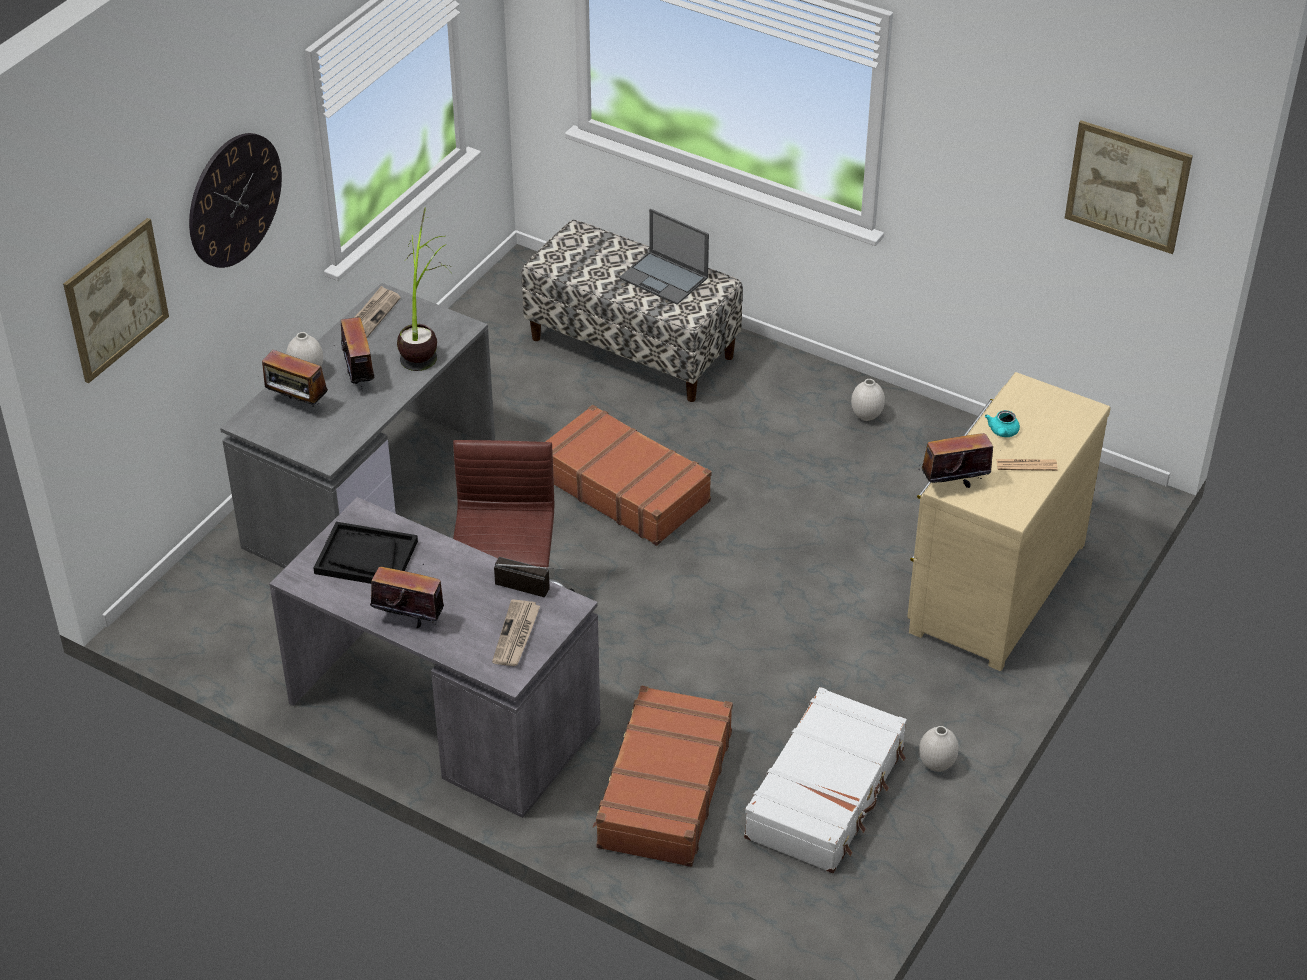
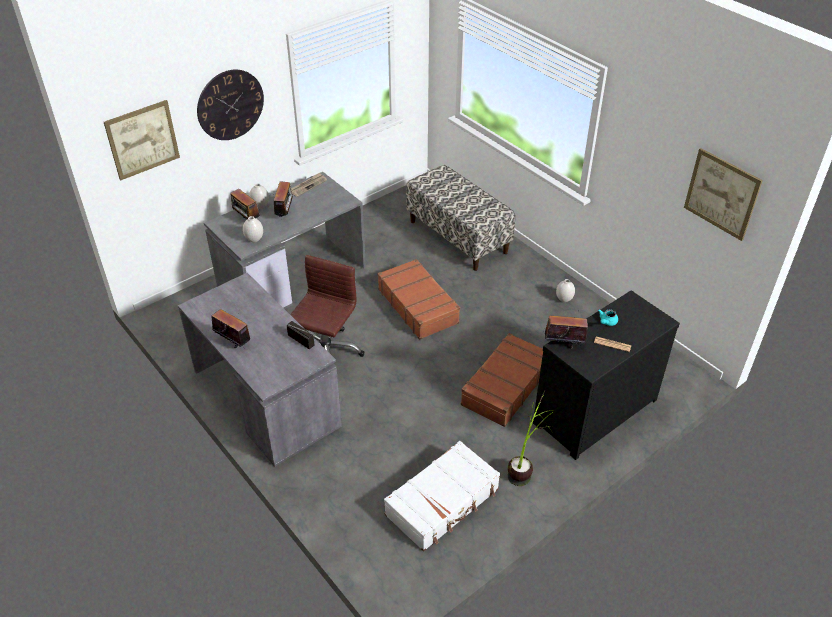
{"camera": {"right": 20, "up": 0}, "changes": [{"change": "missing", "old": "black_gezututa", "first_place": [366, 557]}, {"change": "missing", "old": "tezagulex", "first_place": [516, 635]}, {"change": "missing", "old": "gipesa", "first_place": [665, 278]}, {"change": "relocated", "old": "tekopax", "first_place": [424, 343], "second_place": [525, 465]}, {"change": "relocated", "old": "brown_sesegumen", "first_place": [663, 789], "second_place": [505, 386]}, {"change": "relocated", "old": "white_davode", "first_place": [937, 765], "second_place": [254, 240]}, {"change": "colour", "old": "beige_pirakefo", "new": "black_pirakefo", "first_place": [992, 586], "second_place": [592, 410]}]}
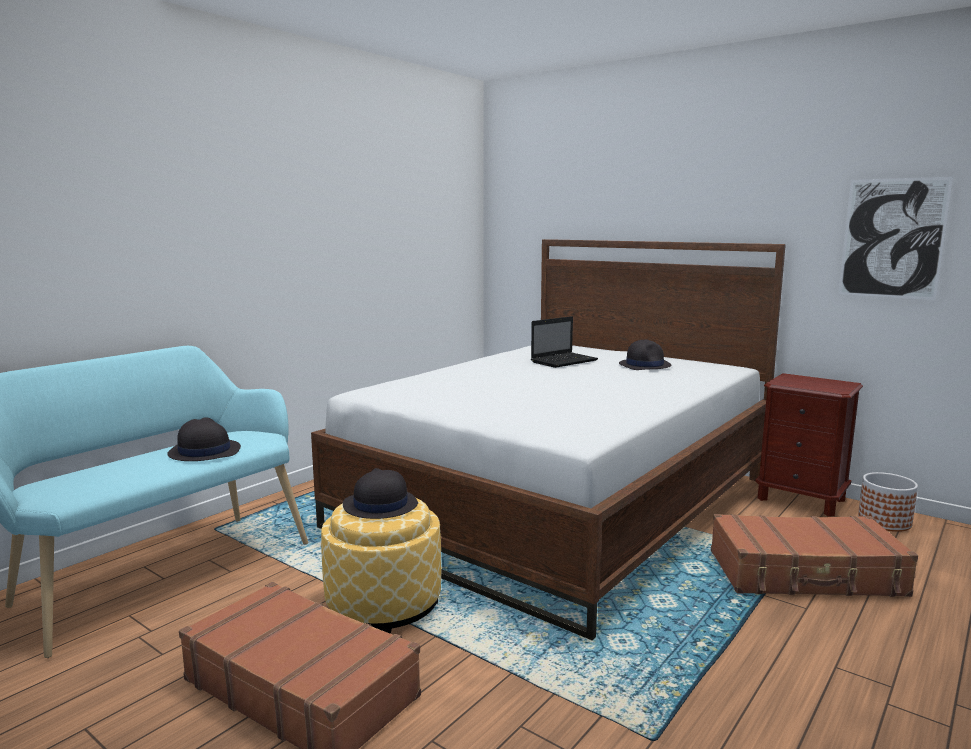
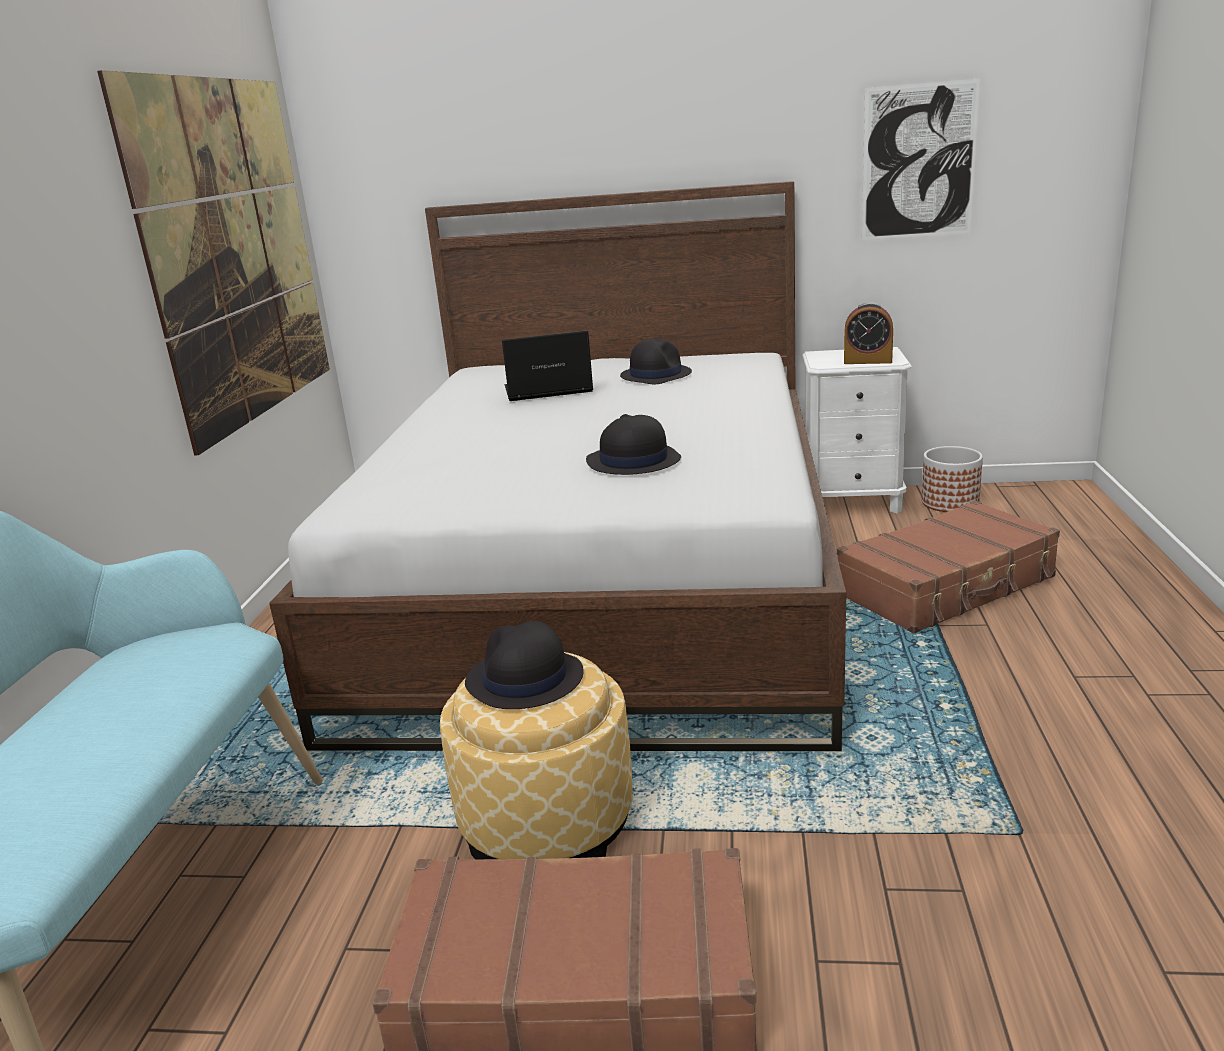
{"camera": {"right": -30, "up": 10}, "changes": [{"change": "appeared", "new": "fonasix", "second_place": [236, 252]}, {"change": "appeared", "new": "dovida", "second_place": [867, 361]}, {"change": "relocated", "old": "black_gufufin", "first_place": [204, 451], "second_place": [633, 461]}, {"change": "colour", "old": "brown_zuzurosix", "new": "white_zuzurosix", "first_place": [801, 499], "second_place": [853, 502]}, {"change": "spun", "old": "gipesa", "first_place": [564, 361], "second_place": [546, 391], "degrees": -120}]}
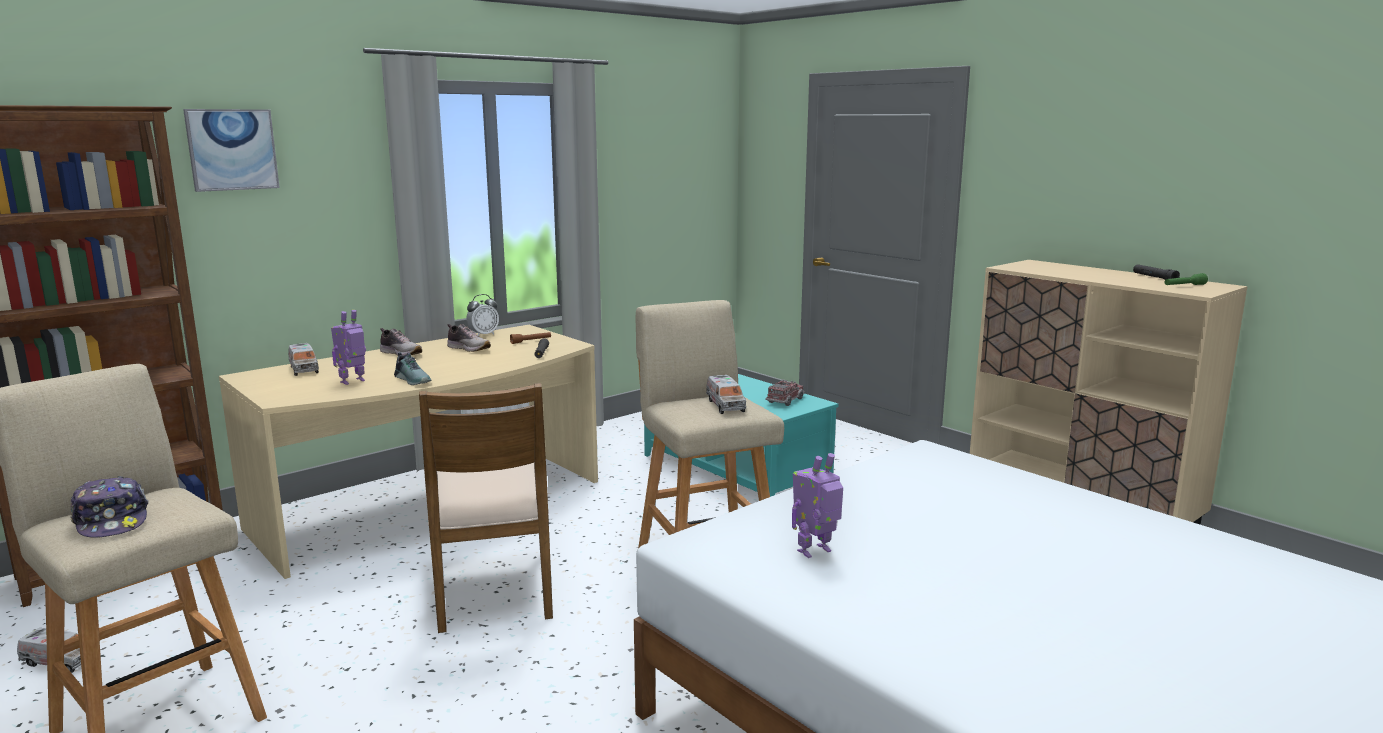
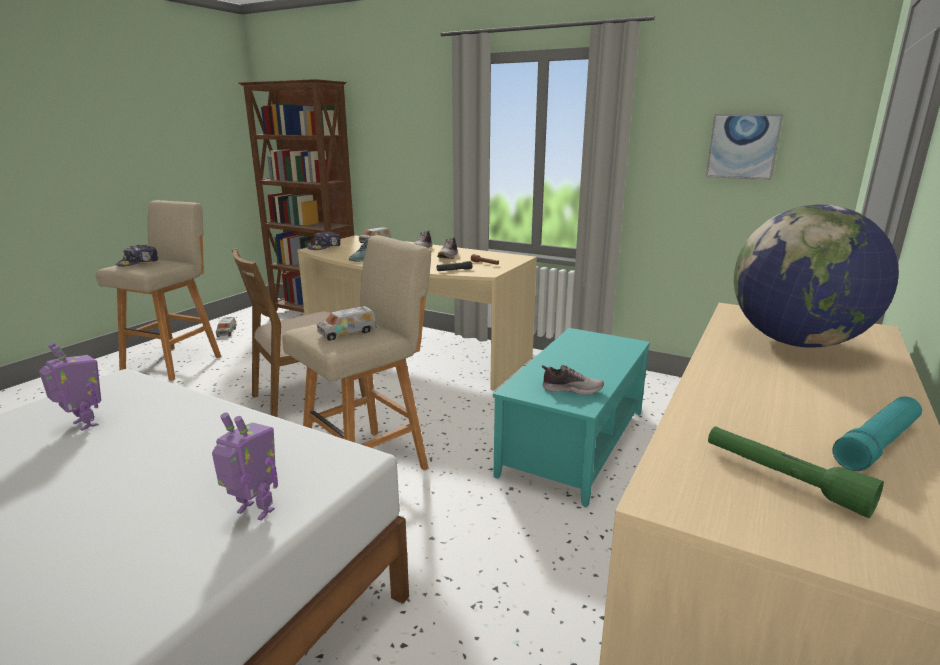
{"camera": {"right": 70, "up": 5}, "changes": [{"change": "missing", "old": "dovida", "first_place": [483, 335]}, {"change": "appeared", "new": "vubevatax", "second_place": [325, 247]}, {"change": "appeared", "new": "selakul", "second_place": [797, 342]}, {"change": "relocated", "old": "fonasix", "first_place": [232, 149], "second_place": [743, 146]}, {"change": "relocated", "old": "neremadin", "first_place": [353, 381], "second_place": [254, 512]}, {"change": "exchanged", "old": "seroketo", "new": "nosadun", "first_place": [785, 400], "second_place": [571, 389]}, {"change": "colour", "old": "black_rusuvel", "new": "turquoise_rusuvel", "first_place": [1154, 277], "second_place": [877, 443]}]}
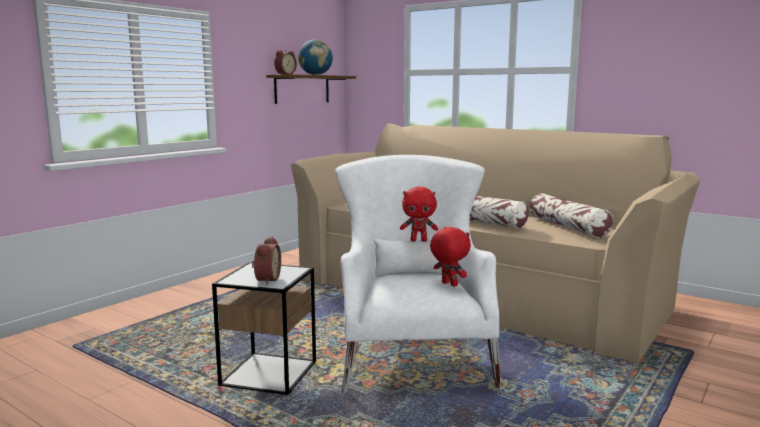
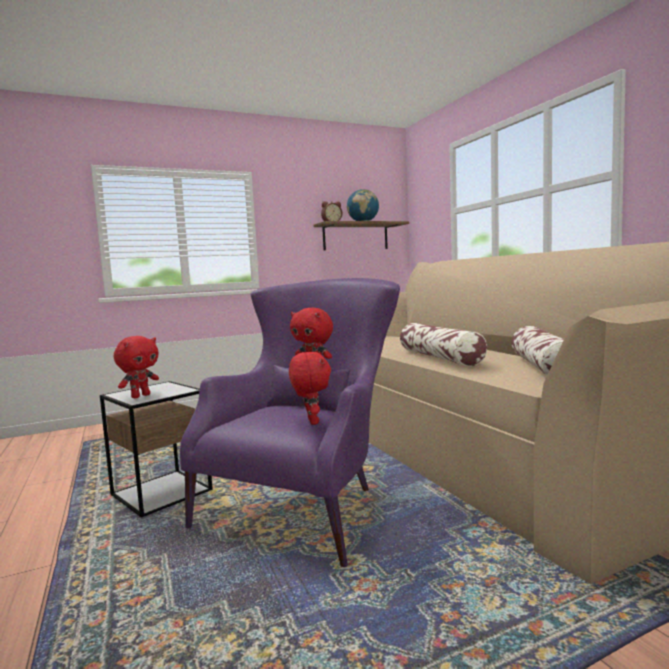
{"camera": {"right": 30, "up": -5}, "changes": [{"change": "exchanged", "old": "dovida", "new": "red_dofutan", "first_place": [266, 280], "second_place": [140, 396]}, {"change": "colour", "old": "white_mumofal", "new": "purple_mumofal", "first_place": [412, 353], "second_place": [309, 500]}]}
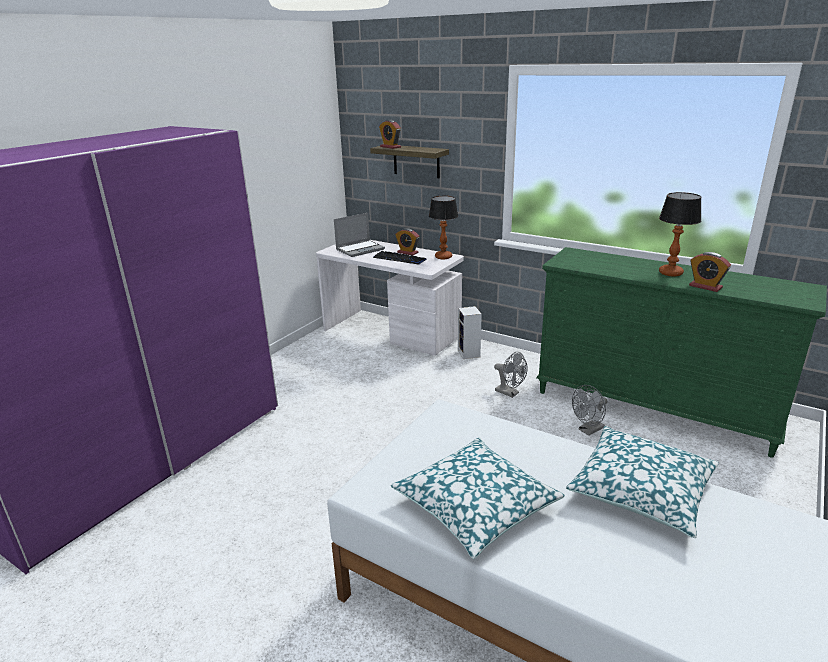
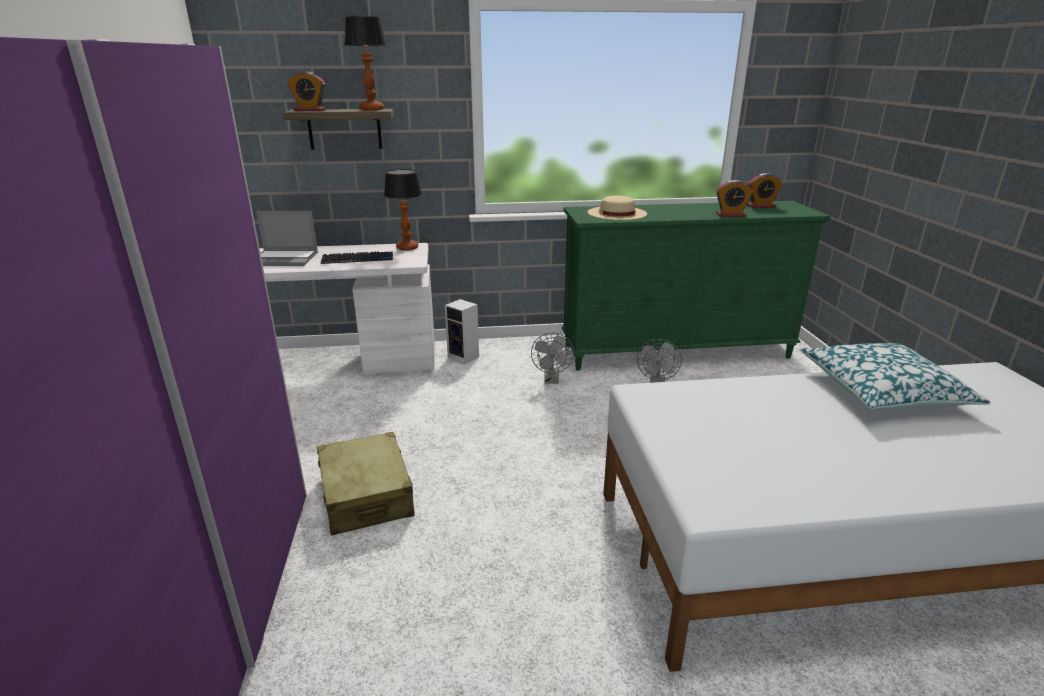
{"camera": {"right": -40, "up": 0}, "changes": [{"change": "missing", "old": "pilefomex", "first_place": [476, 506]}, {"change": "appeared", "new": "beige_sesegumen", "second_place": [366, 496]}, {"change": "appeared", "new": "beige_gufufin", "second_place": [617, 213]}, {"change": "relocated", "old": "dovida", "first_place": [407, 252], "second_place": [761, 206]}, {"change": "relocated", "old": "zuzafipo", "first_place": [671, 273], "second_place": [372, 109]}, {"change": "spun", "old": "gipesa", "first_place": [360, 249], "second_place": [286, 259], "degrees": 75}, {"change": "spun", "old": "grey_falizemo", "first_place": [510, 393], "second_place": [551, 380], "degrees": 90}]}
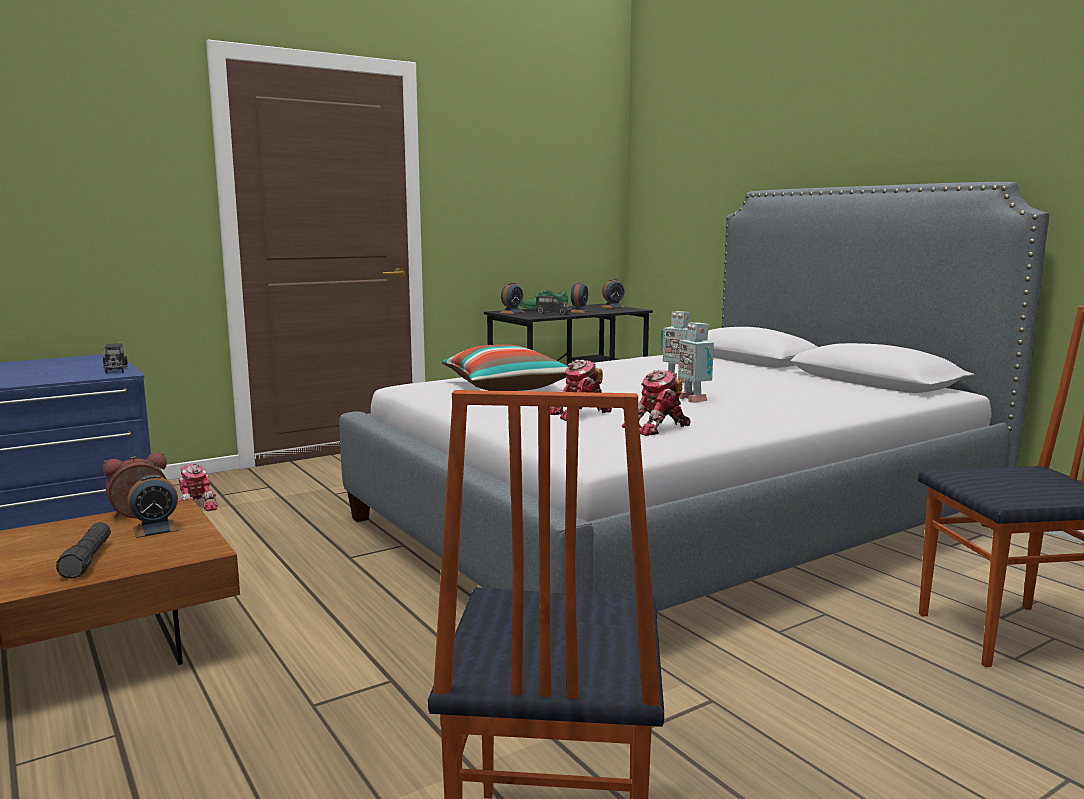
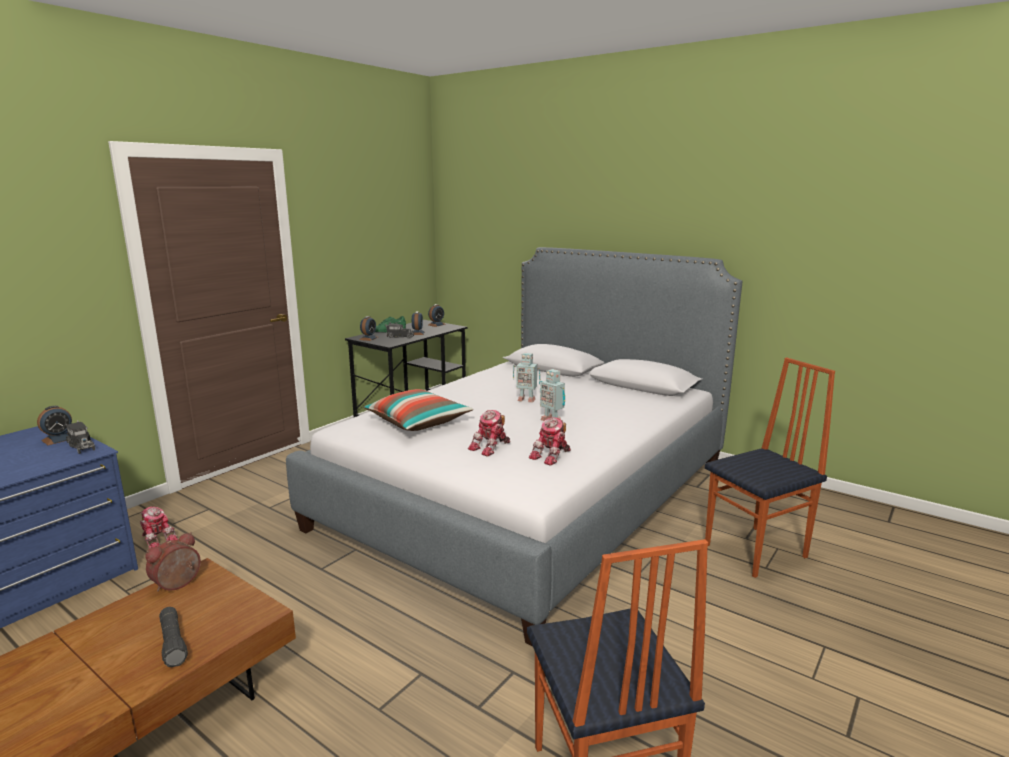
{"camera": {"right": -20, "up": 5}, "changes": [{"change": "relocated", "old": "dovida", "first_place": [155, 529], "second_place": [58, 439]}]}
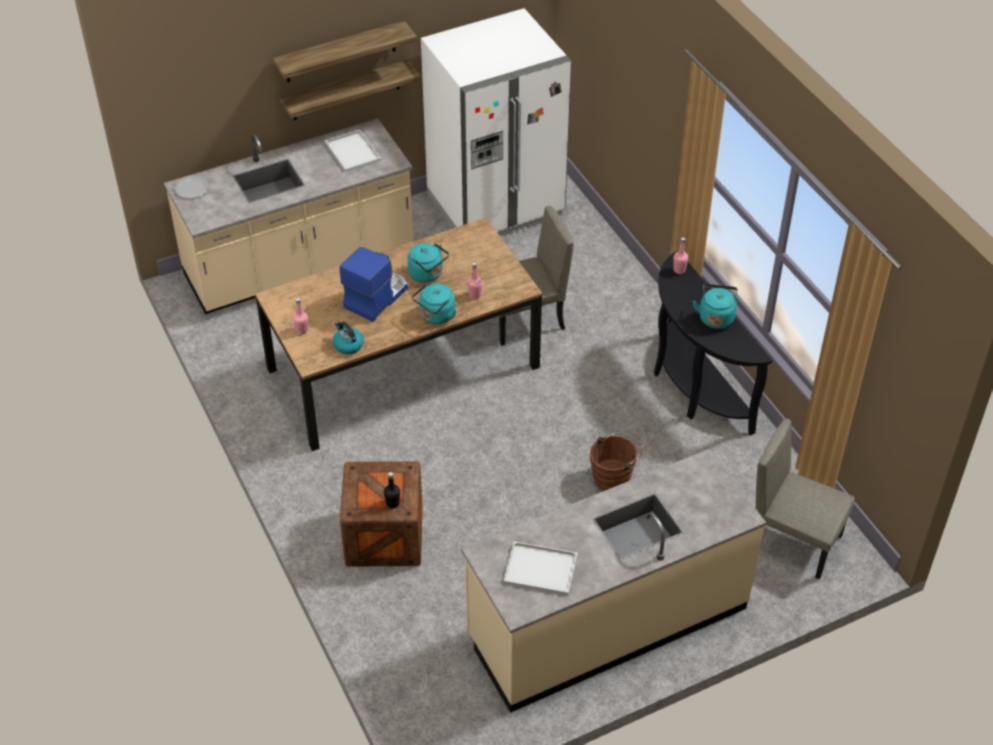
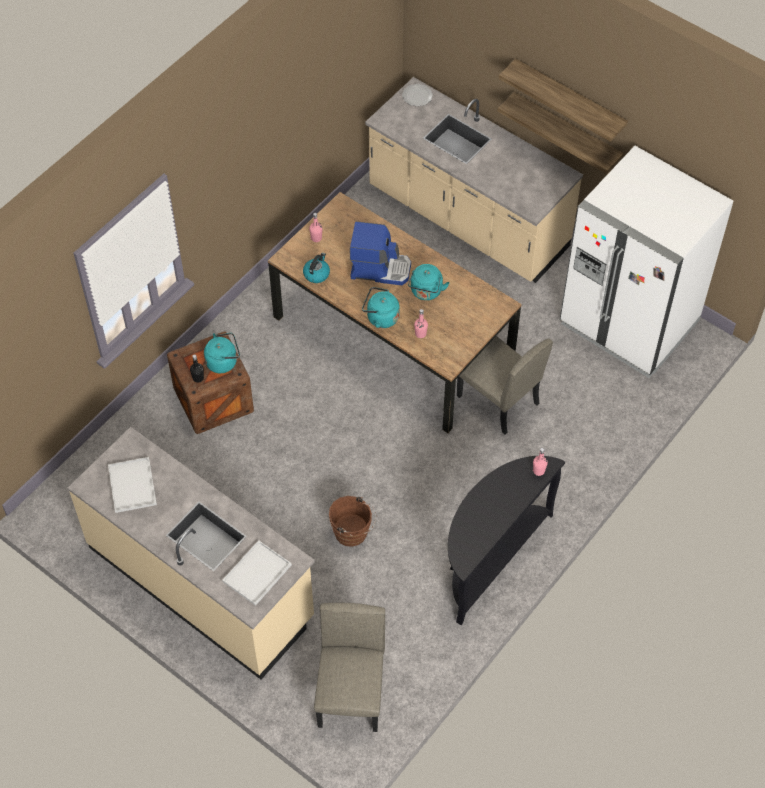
{"camera": {"right": 65, "up": 10}, "changes": [{"change": "relocated", "old": "white_gezututa", "first_place": [352, 151], "second_place": [257, 572]}, {"change": "relocated", "old": "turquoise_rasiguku", "first_place": [715, 317], "second_place": [223, 361]}]}
